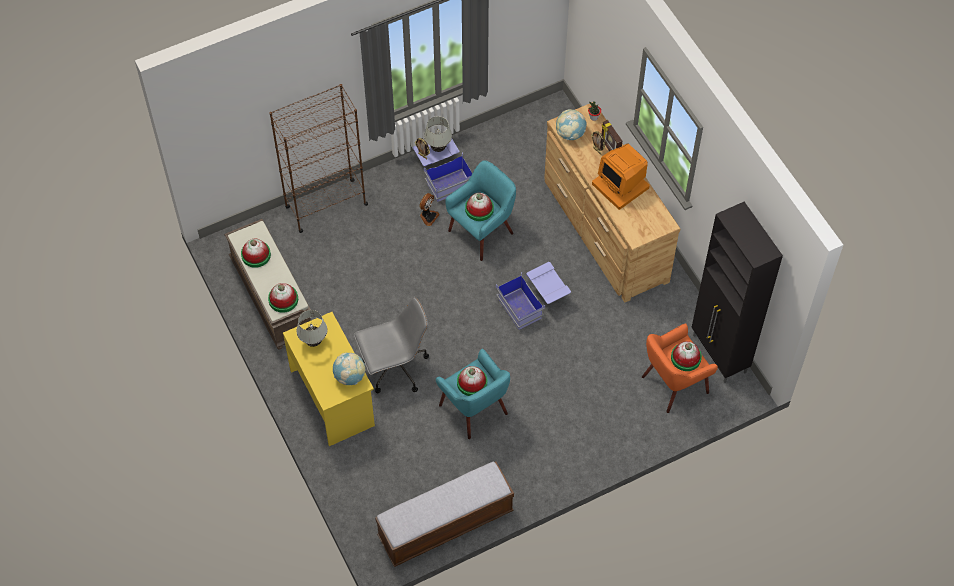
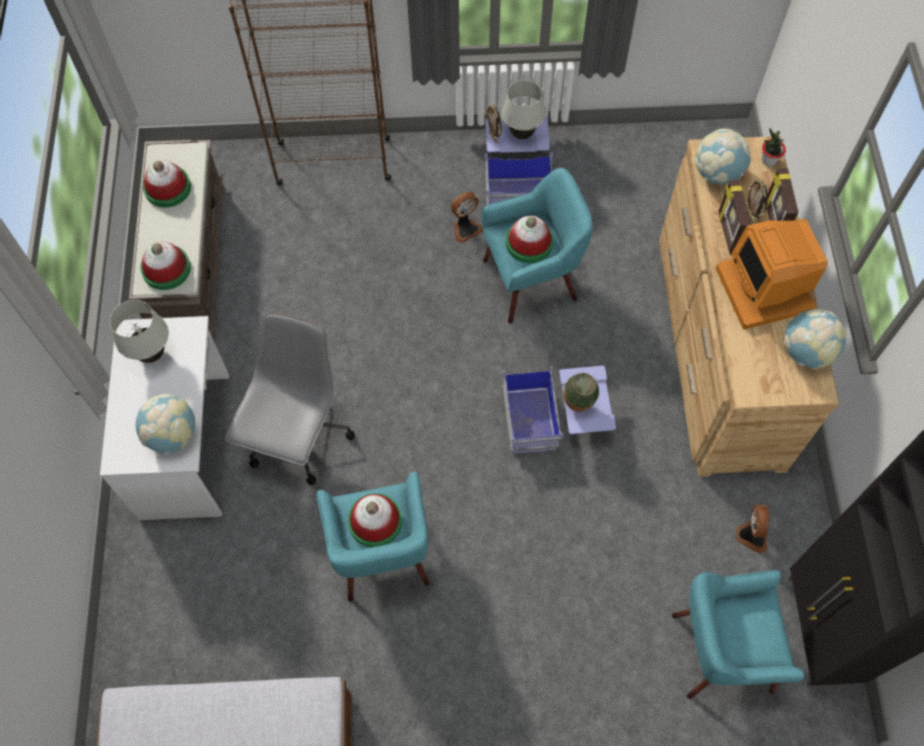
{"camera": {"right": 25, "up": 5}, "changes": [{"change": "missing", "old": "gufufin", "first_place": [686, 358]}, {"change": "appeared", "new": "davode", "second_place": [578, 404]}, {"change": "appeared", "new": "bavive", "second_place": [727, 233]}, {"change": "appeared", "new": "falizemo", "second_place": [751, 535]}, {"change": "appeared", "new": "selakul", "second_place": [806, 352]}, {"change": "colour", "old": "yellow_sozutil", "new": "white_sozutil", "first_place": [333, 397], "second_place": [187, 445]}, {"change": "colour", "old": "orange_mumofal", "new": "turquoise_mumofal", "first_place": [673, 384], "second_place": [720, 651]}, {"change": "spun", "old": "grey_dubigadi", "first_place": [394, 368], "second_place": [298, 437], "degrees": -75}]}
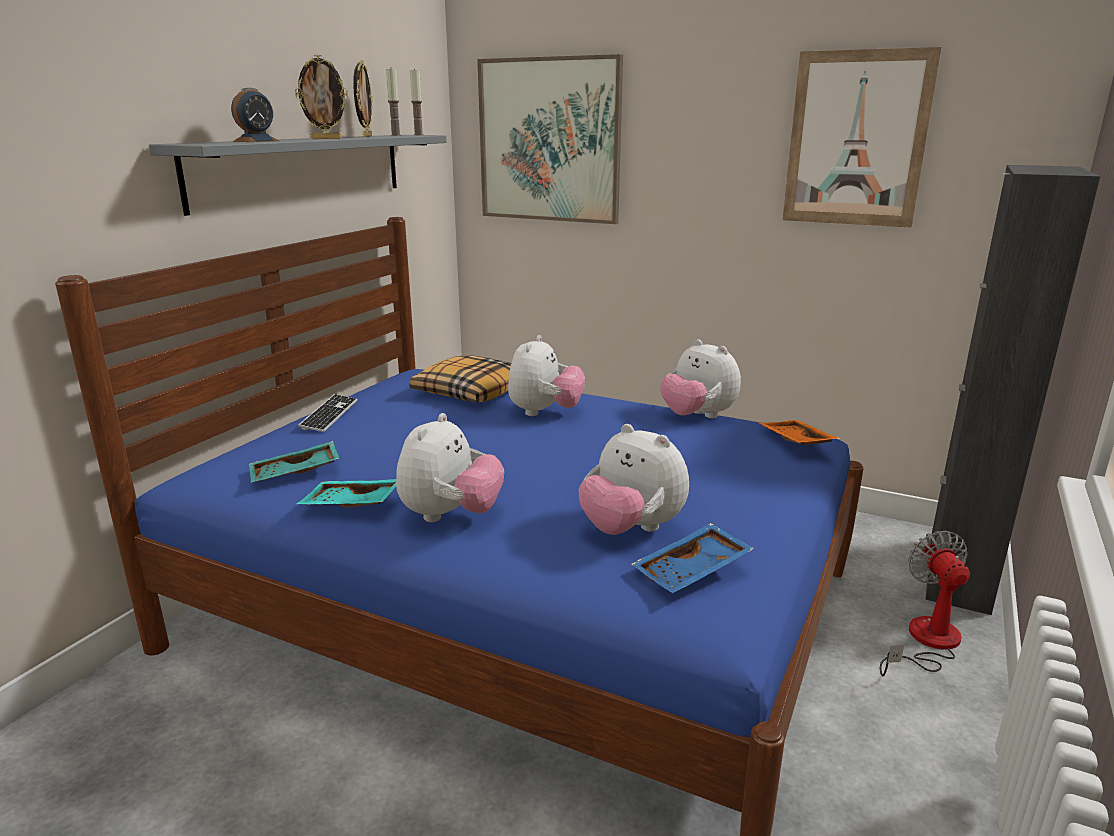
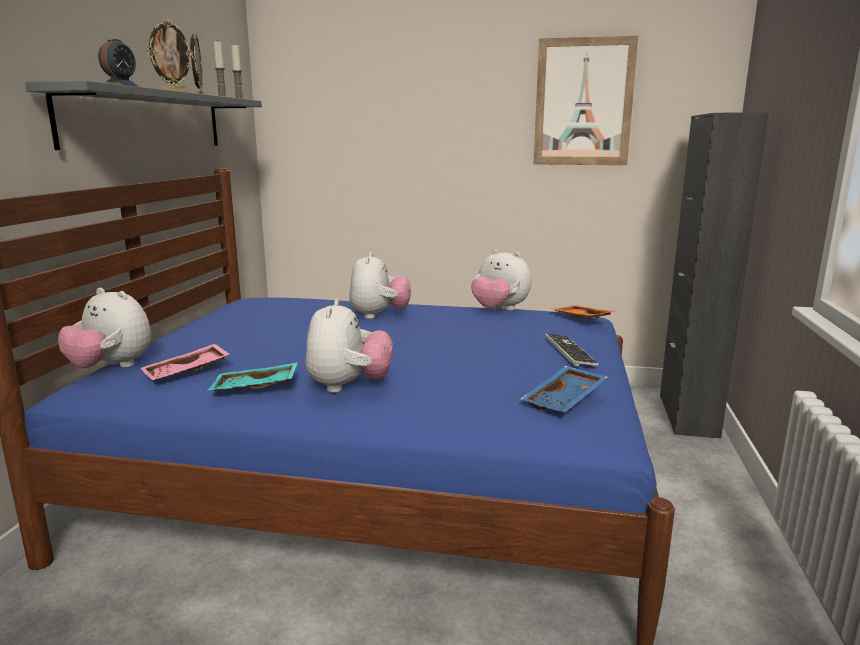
{"camera": {"right": -15, "up": -5}, "changes": [{"change": "missing", "old": "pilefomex", "first_place": [470, 391]}, {"change": "missing", "old": "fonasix", "first_place": [549, 141]}, {"change": "missing", "old": "falizemo", "first_place": [926, 642]}, {"change": "relocated", "old": "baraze", "first_place": [329, 415], "second_place": [569, 351]}, {"change": "relocated", "old": "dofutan", "first_place": [631, 529], "second_place": [111, 367]}, {"change": "colour", "old": "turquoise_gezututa", "new": "pink_gezututa", "first_place": [295, 473], "second_place": [187, 372]}]}
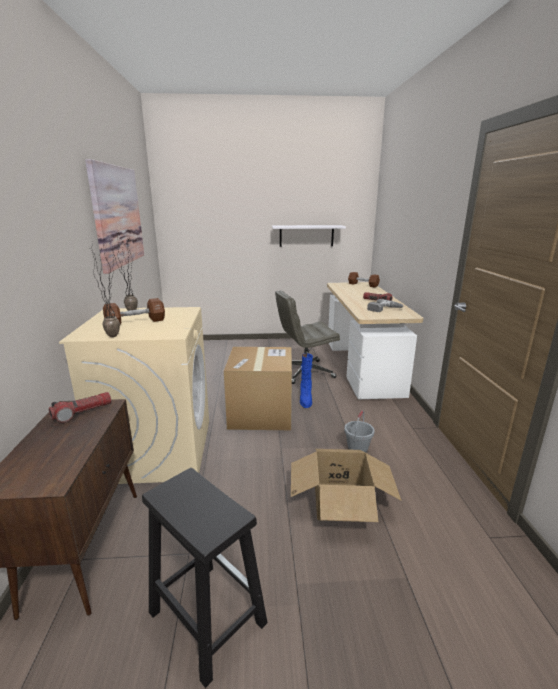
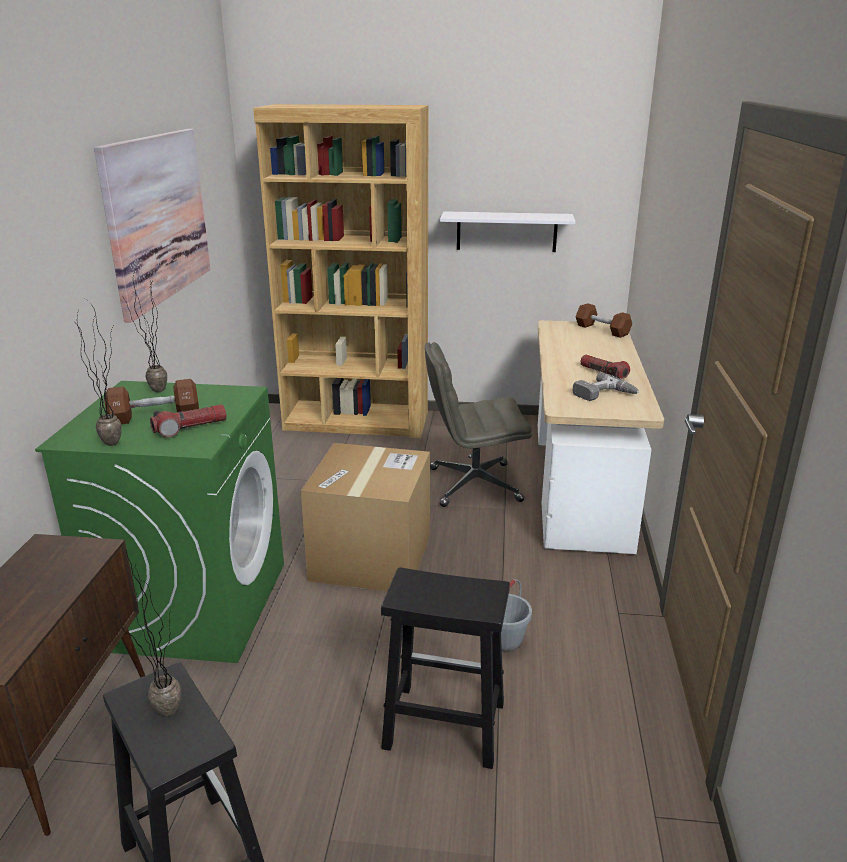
{"camera": {"right": 10, "up": 5}, "changes": [{"change": "missing", "old": "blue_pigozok", "first_place": [305, 399]}, {"change": "appeared", "new": "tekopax", "second_place": [161, 708]}, {"change": "appeared", "new": "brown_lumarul", "second_place": [357, 421]}, {"change": "relocated", "old": "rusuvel", "first_place": [82, 412], "second_place": [190, 428]}, {"change": "exchanged", "old": "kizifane", "new": "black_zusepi", "first_place": [340, 501], "second_place": [442, 725]}, {"change": "colour", "old": "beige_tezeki", "new": "green_tezeki", "first_place": [157, 449], "second_place": [193, 604]}]}
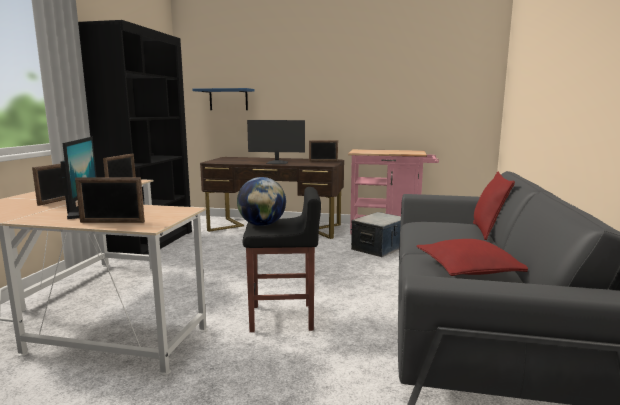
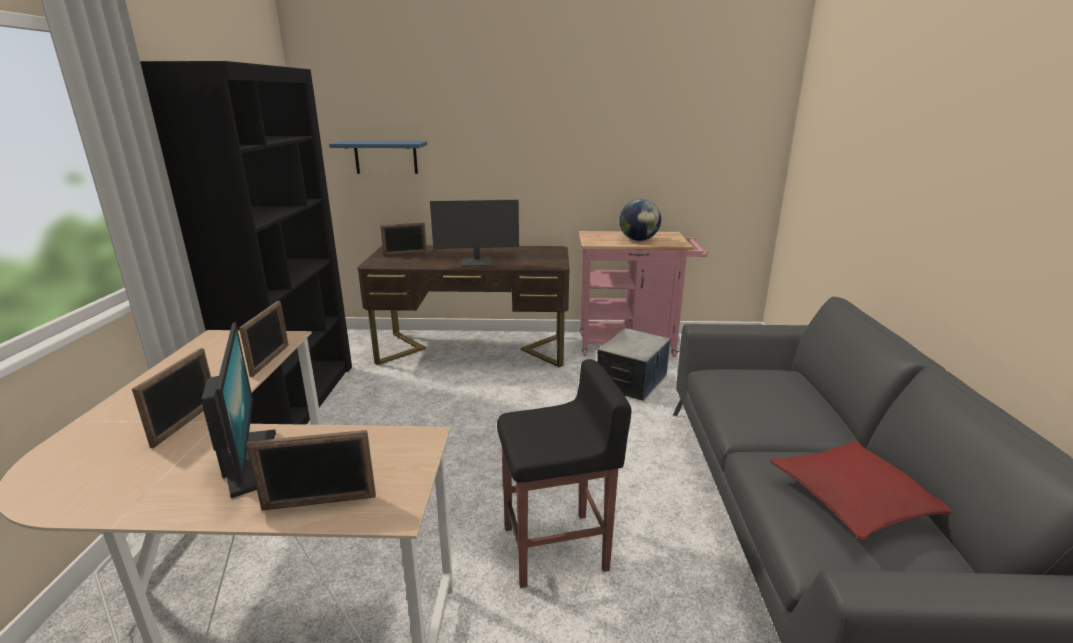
{"camera": {"right": -10, "up": 10}, "changes": [{"change": "missing", "old": "red_pilefomex", "first_place": [488, 231]}, {"change": "relocated", "old": "selakul", "first_place": [262, 225], "second_place": [638, 240]}, {"change": "relocated", "old": "bavive", "first_place": [323, 161], "second_place": [405, 254]}]}
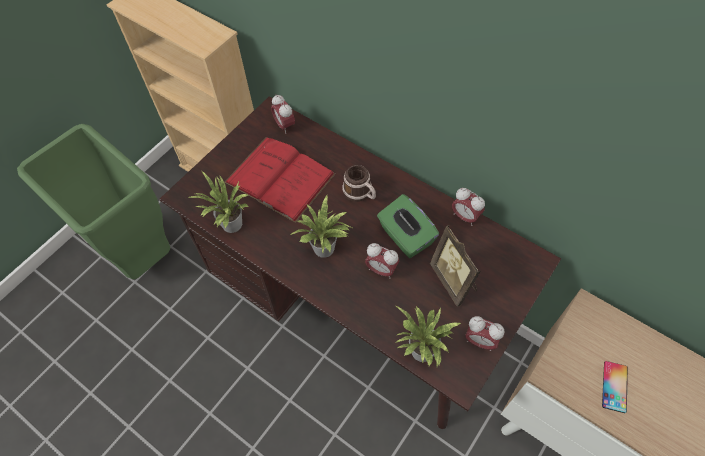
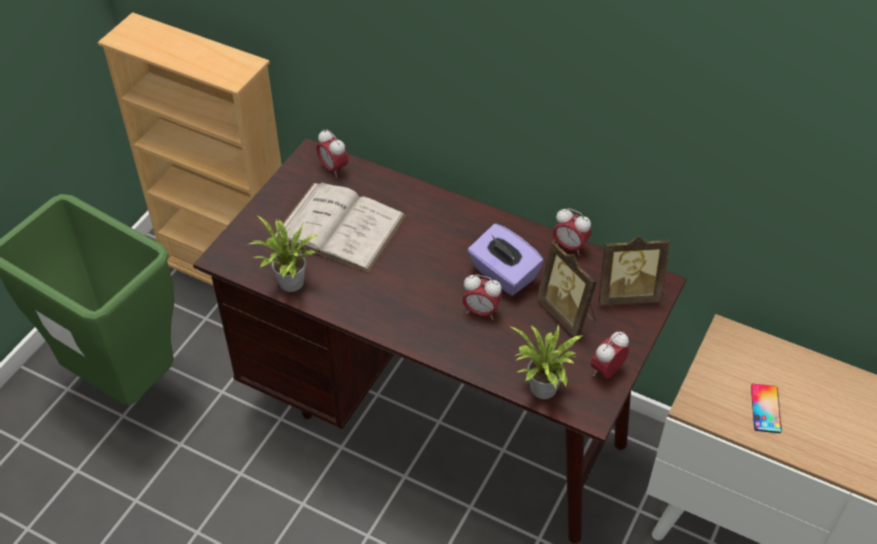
{"camera": {"right": -10, "up": -10}, "changes": [{"change": "missing", "old": "tekopax", "first_place": [326, 250]}, {"change": "missing", "old": "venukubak", "first_place": [360, 193]}, {"change": "appeared", "new": "bavive", "second_place": [626, 294]}, {"change": "colour", "old": "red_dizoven", "new": "white_dizoven", "first_place": [279, 178], "second_place": [339, 227]}, {"change": "colour", "old": "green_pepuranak", "new": "purple_pepuranak", "first_place": [405, 237], "second_place": [503, 274]}, {"change": "spun", "old": "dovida", "first_place": [480, 341], "second_place": [607, 371], "degrees": 120}]}
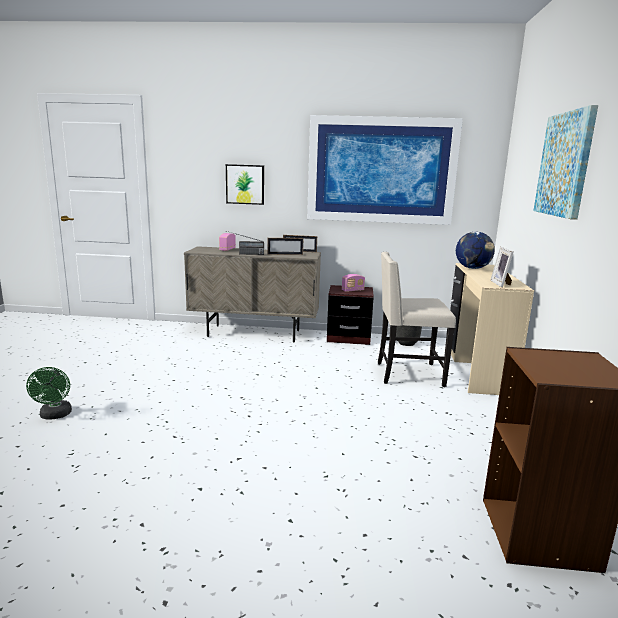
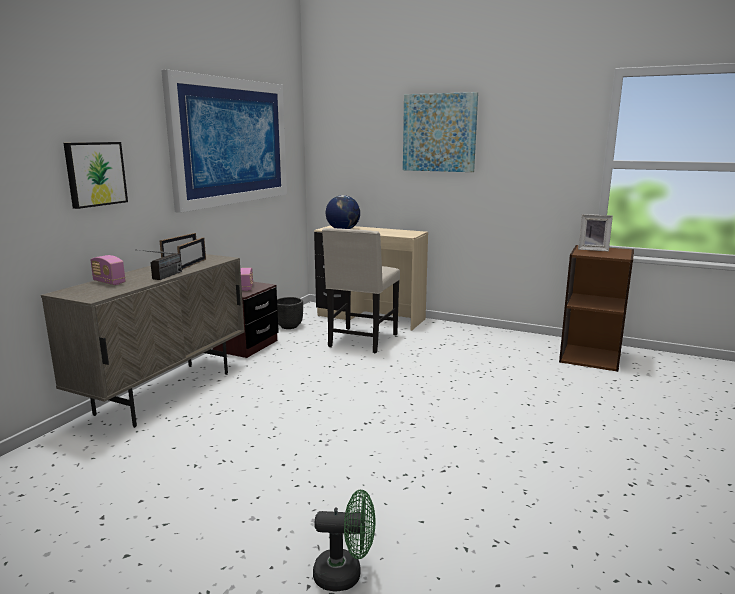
{"camera": {"right": -70, "up": 0}, "changes": [{"change": "relocated", "old": "bavive", "first_place": [501, 284], "second_place": [593, 249]}]}
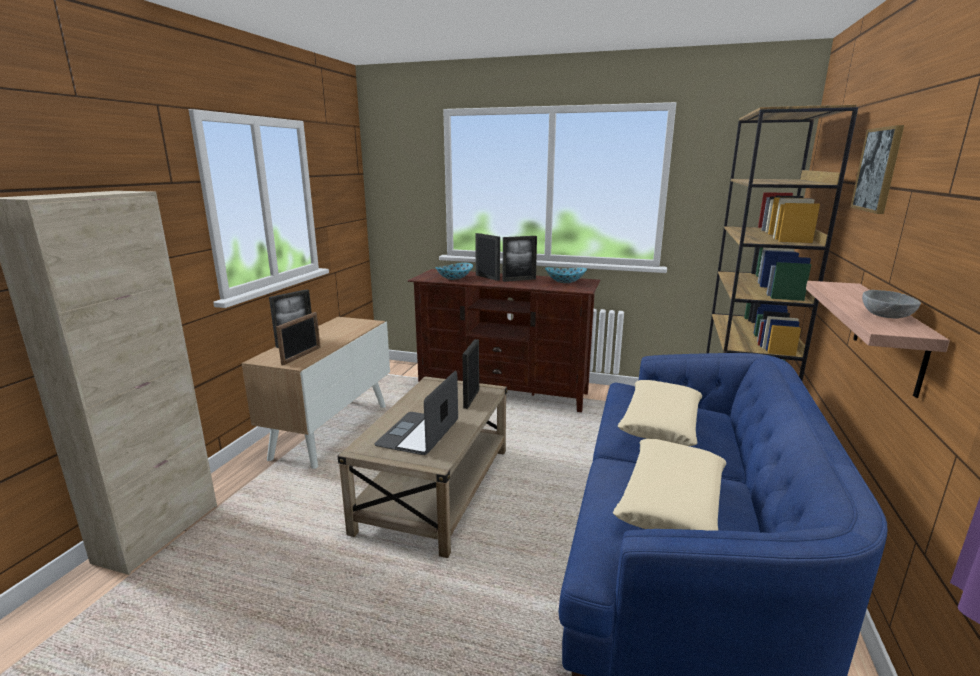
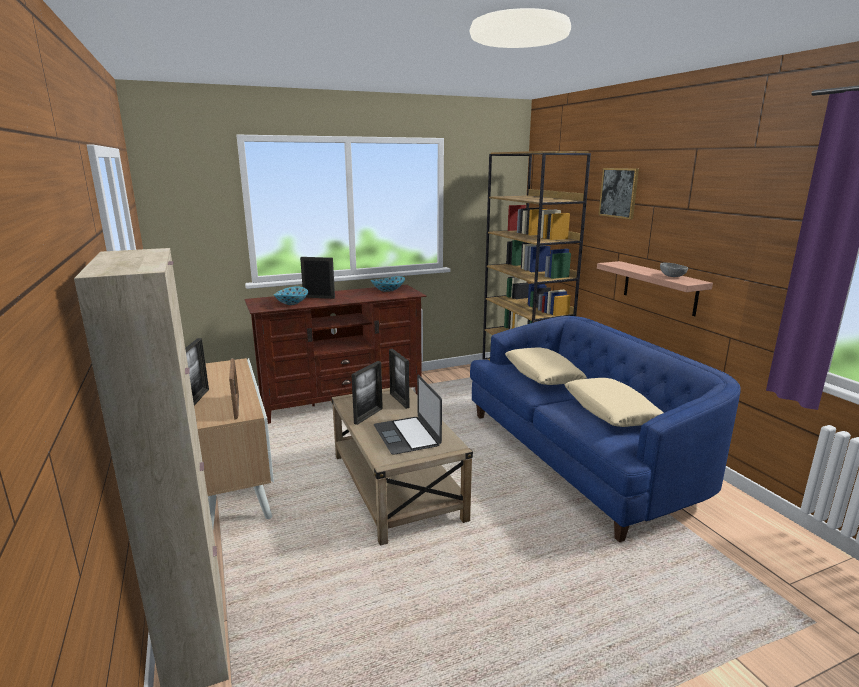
{"camera": {"right": -40, "up": 0}, "changes": [{"change": "relocated", "old": "bavive", "first_place": [519, 280], "second_place": [368, 416]}]}
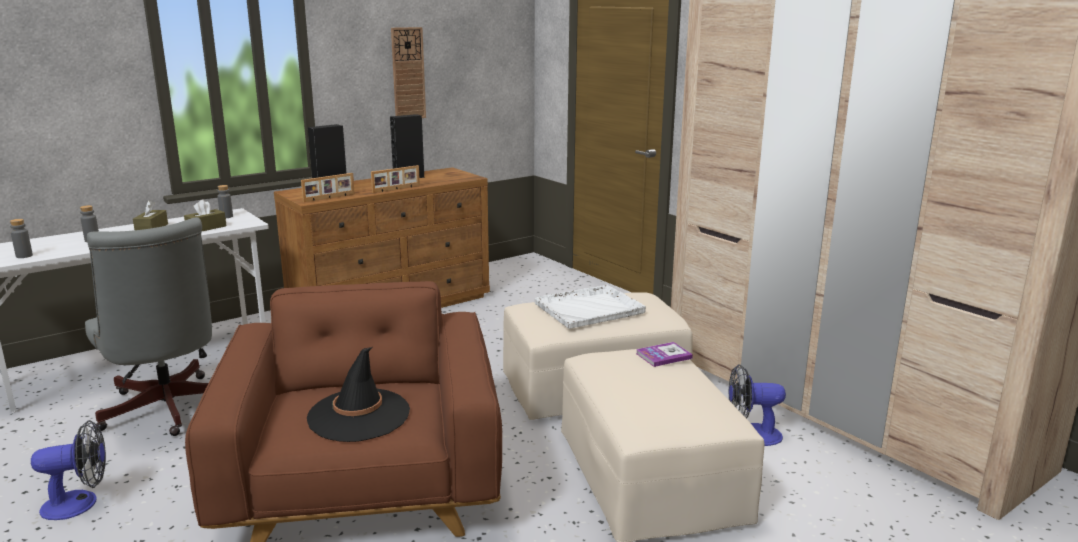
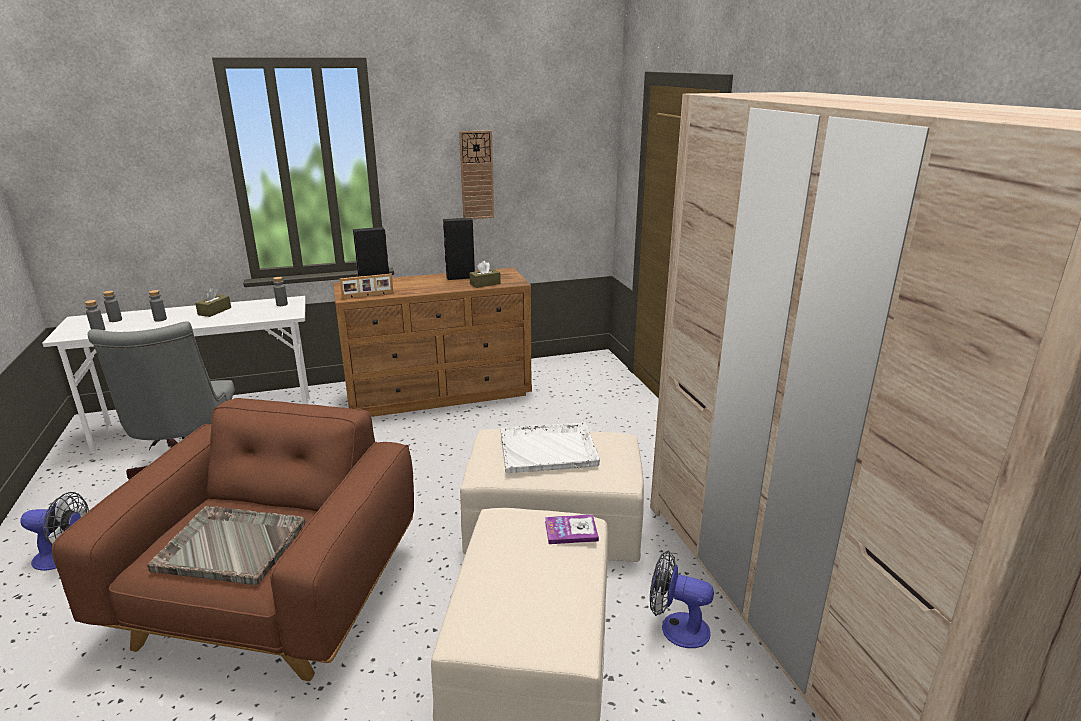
{"camera": {"right": 20, "up": 5}, "changes": [{"change": "missing", "old": "bavive", "first_place": [396, 189]}, {"change": "appeared", "new": "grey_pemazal", "second_place": [115, 320]}, {"change": "relocated", "old": "brown_pepuranak", "first_place": [206, 228], "second_place": [485, 284]}, {"change": "exchanged", "old": "black_gufufin", "new": "grey_gezututa", "first_place": [359, 415], "second_place": [229, 546]}]}
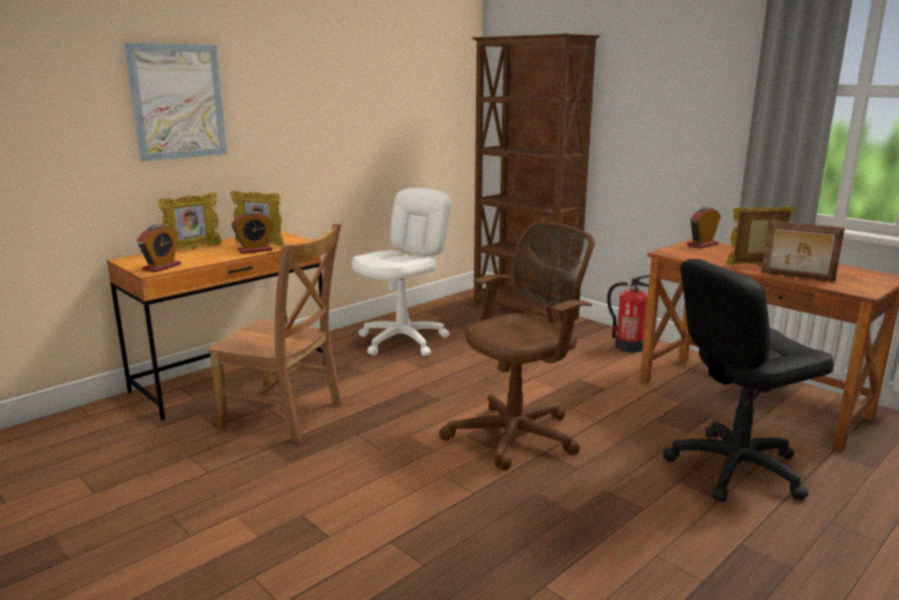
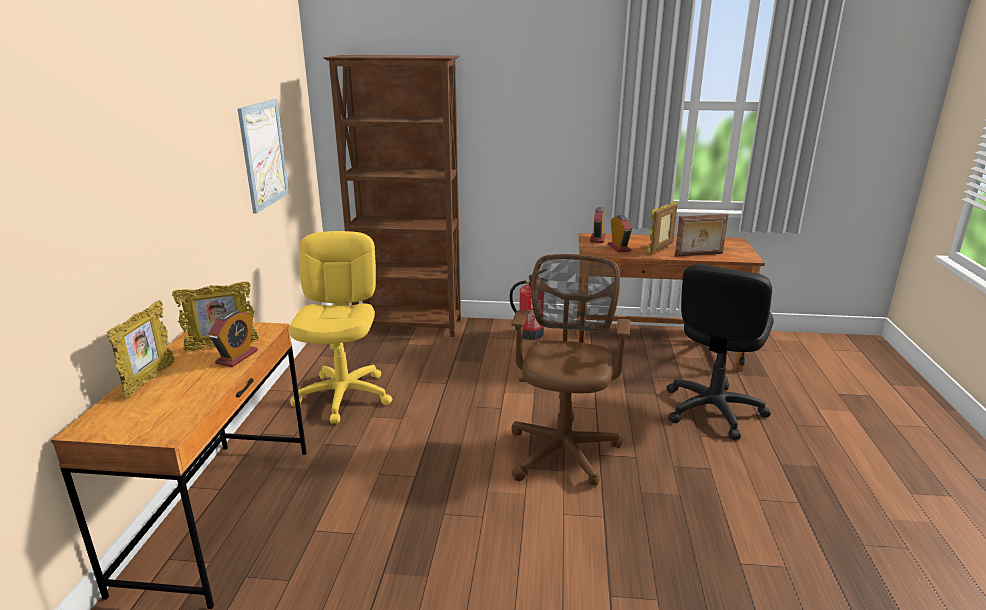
{"camera": {"right": -40, "up": 5}, "changes": [{"change": "missing", "old": "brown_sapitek", "first_place": [286, 416]}, {"change": "relocated", "old": "fonasix", "first_place": [177, 101], "second_place": [263, 154]}, {"change": "relocated", "old": "dovida", "first_place": [162, 267], "second_place": [619, 248]}, {"change": "colour", "old": "white_dubigadi", "new": "yellow_dubigadi", "first_place": [403, 341], "second_place": [344, 396]}]}
